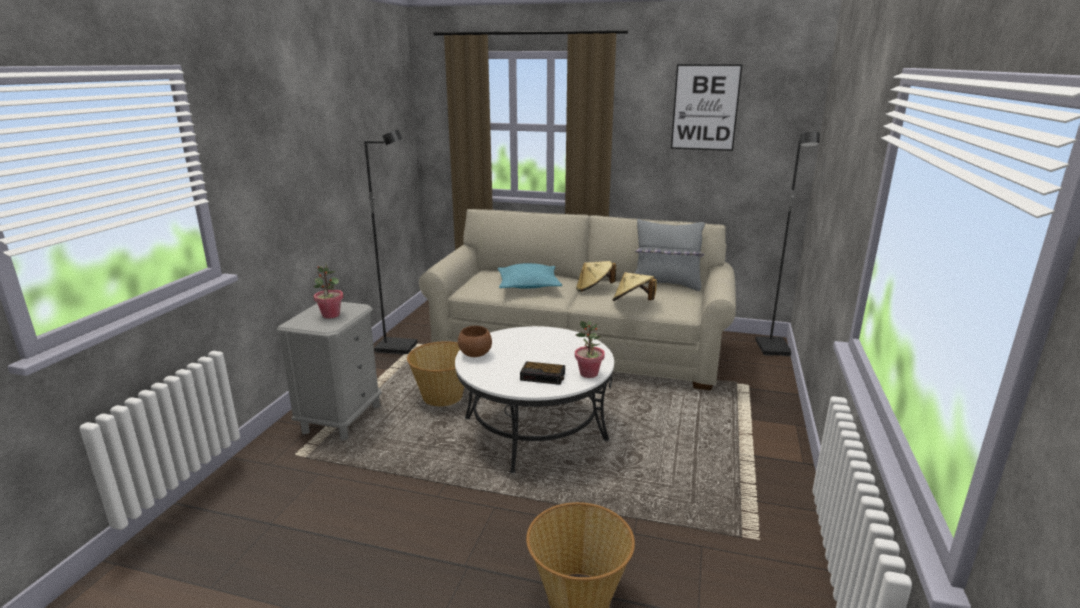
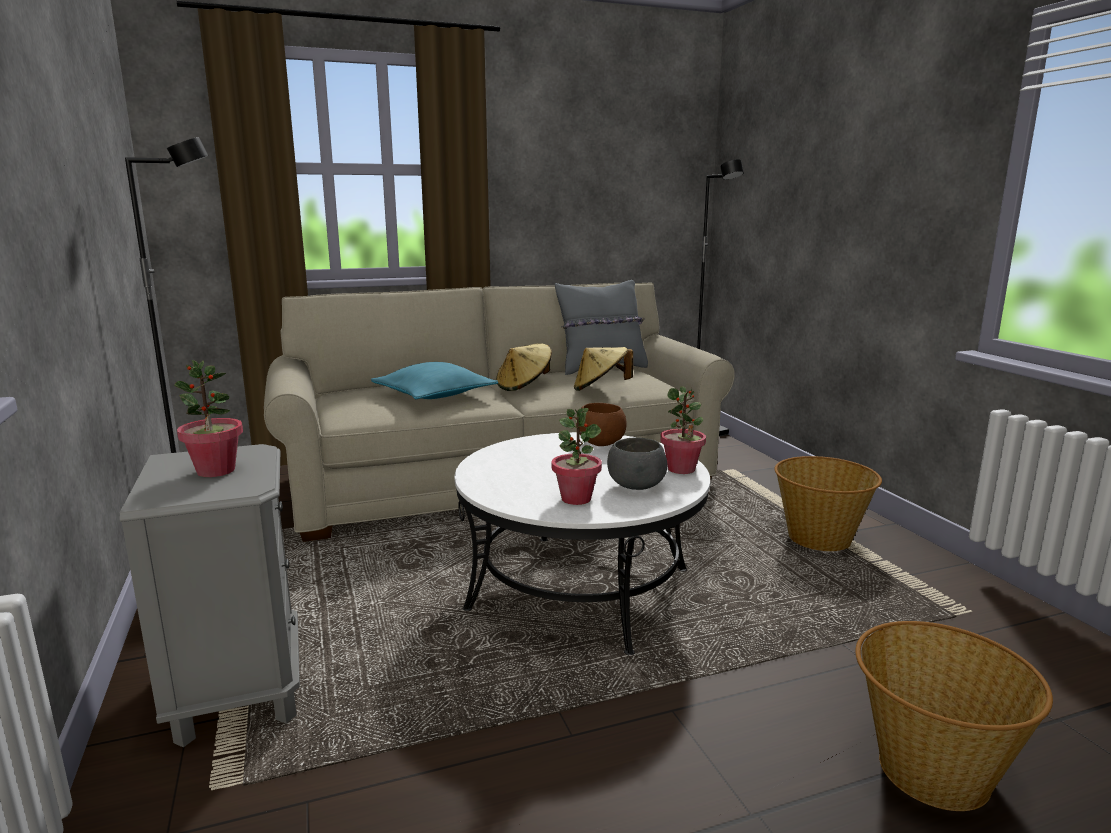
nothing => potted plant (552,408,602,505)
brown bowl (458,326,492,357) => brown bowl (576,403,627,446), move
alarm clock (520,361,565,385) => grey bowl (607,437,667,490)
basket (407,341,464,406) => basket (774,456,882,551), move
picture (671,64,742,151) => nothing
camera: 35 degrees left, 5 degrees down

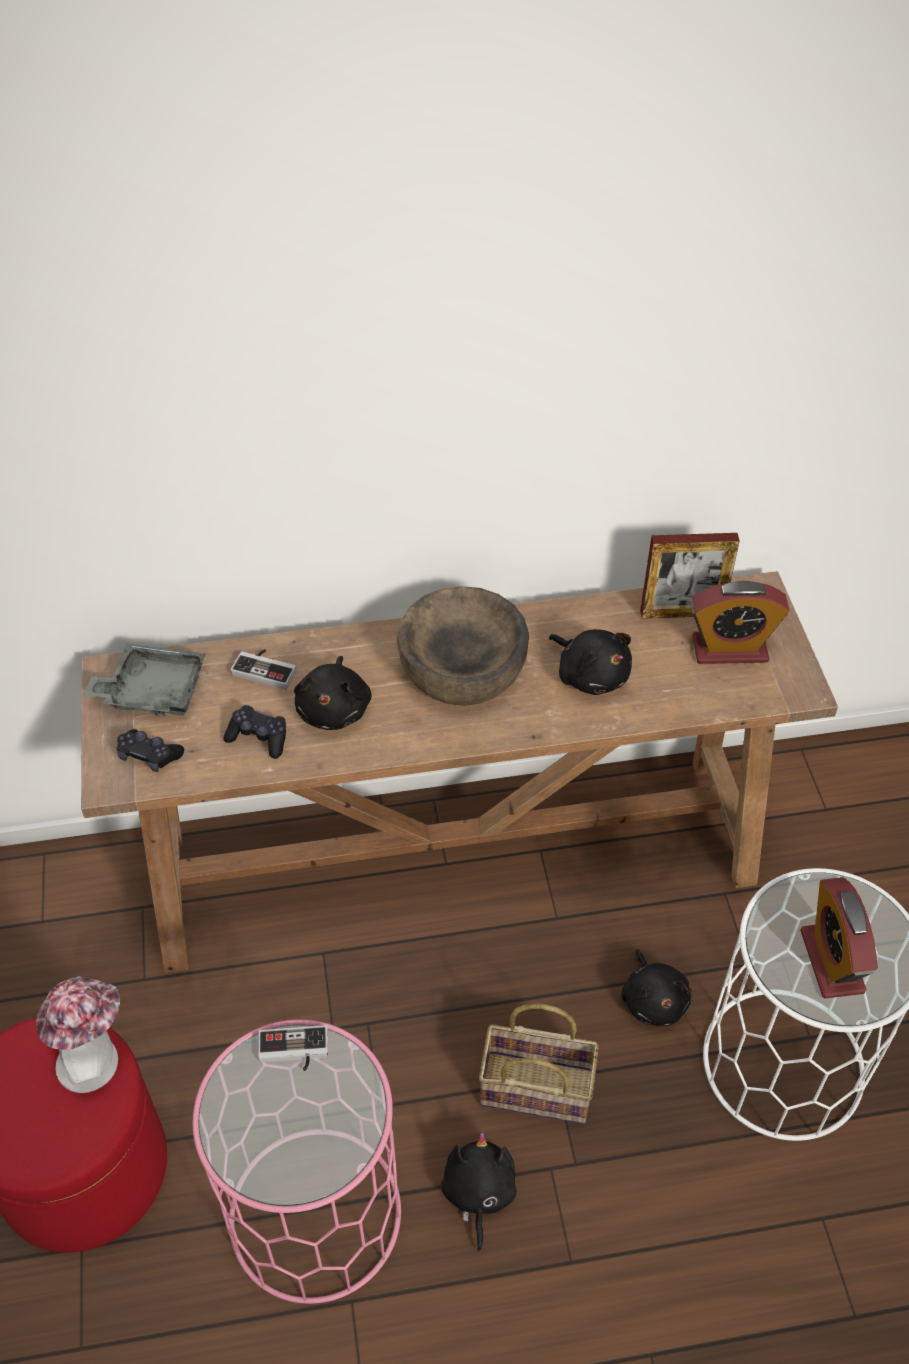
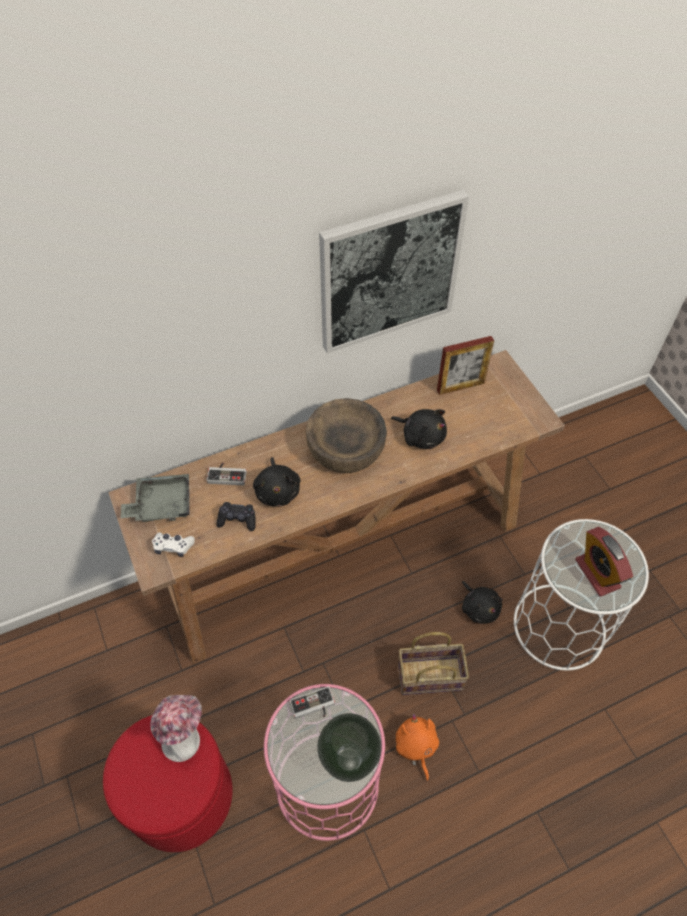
black game controller (116,729,184,772) => white game controller (152,532,195,557)
nothing => vase (317,713,382,782)
nothing => picture (319,190,469,353)
black plush toy (441,1133,517,1252) => orange plush toy (396,714,439,781)
alarm clock (691,581,789,664) => nothing
camera: 15 degrees left, 5 degrees up

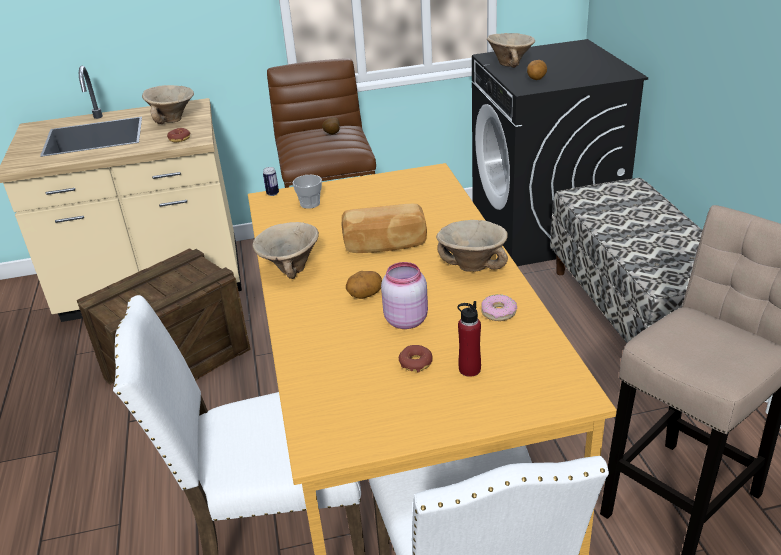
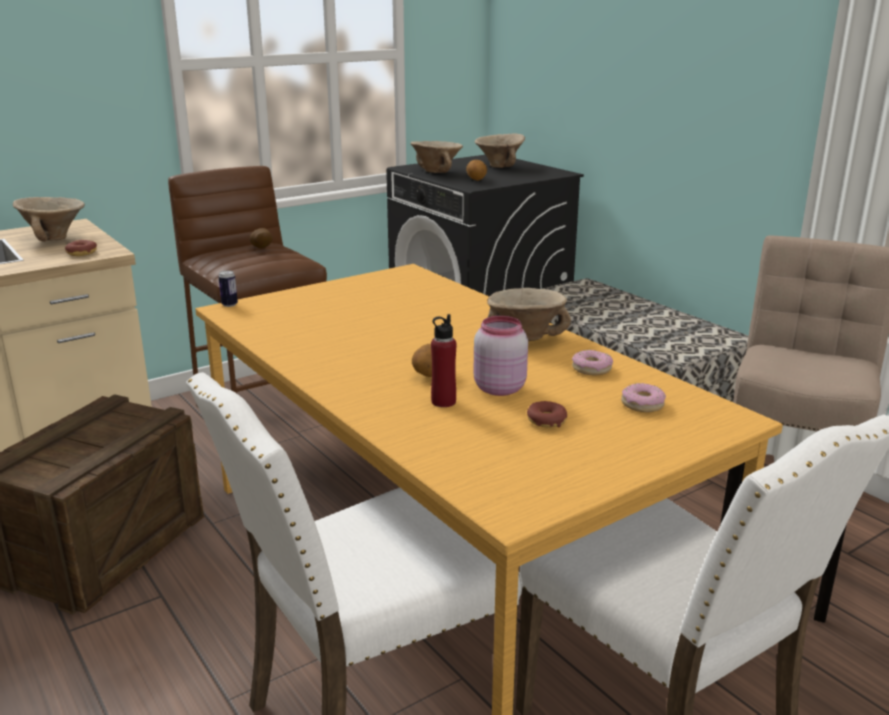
red bottle (457,301,481,377) => red bottle (431,314,456,407), move
beige bowl (252,222,319,279) => beige bowl (475,133,525,168), move
nothing => donut (621,383,666,412)
cup (293,175,322,209) => nothing
bread (342,204,427,253) => nothing
camera: 25 degrees left, 10 degrees down

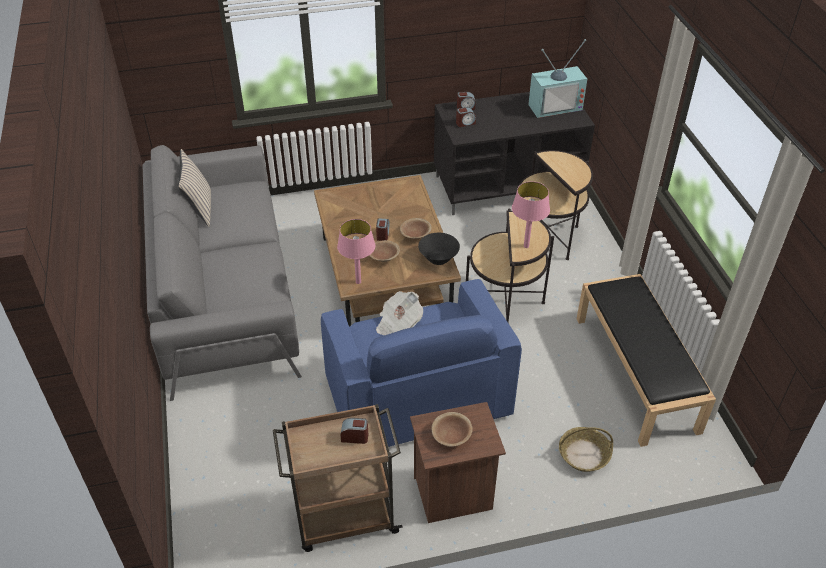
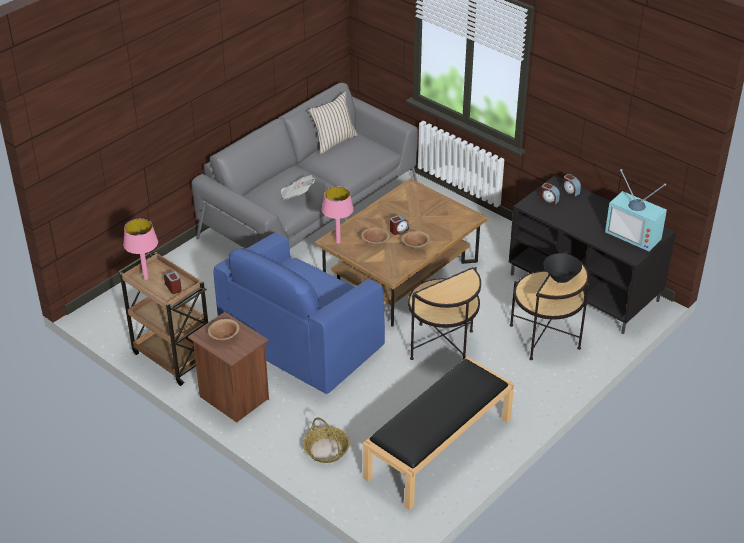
pink table lamp (512,182,550,248) => pink table lamp (123,219,158,280), move
newspaper (376,291,423,335) => newspaper (281,175,315,200), move
black bowl (418,233,460,265) => black bowl (543,253,582,283), move
camera: 55 degrees right, 5 degrees down

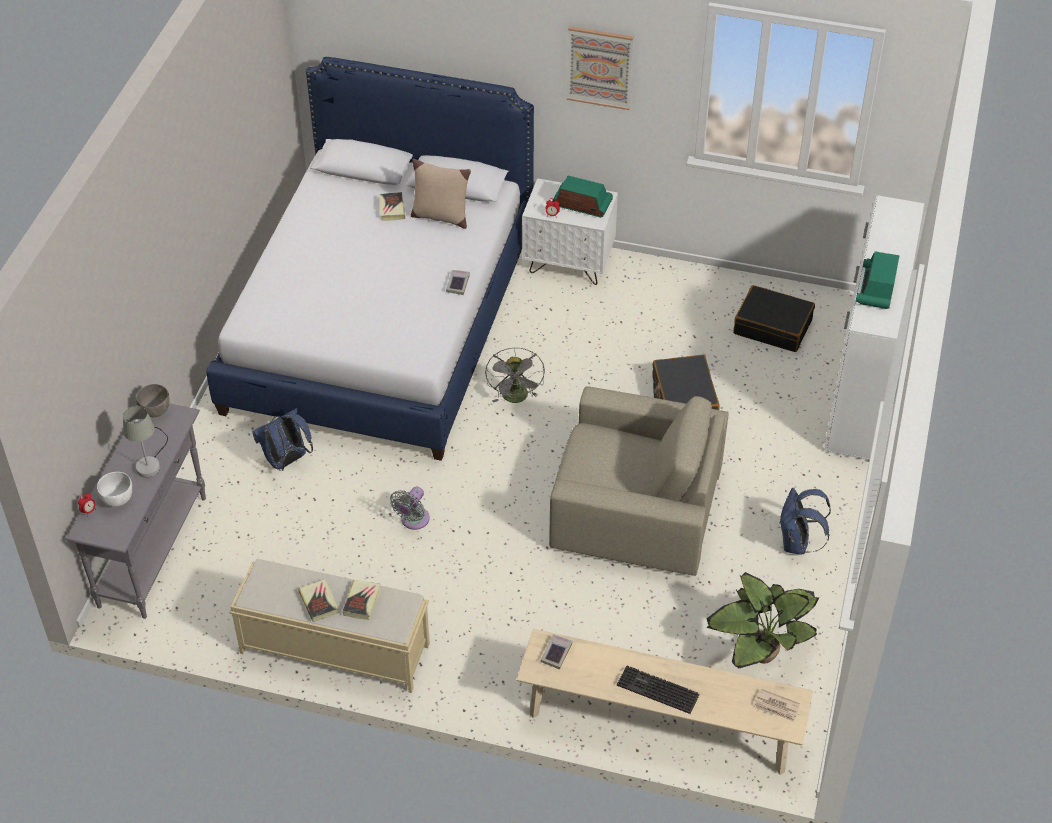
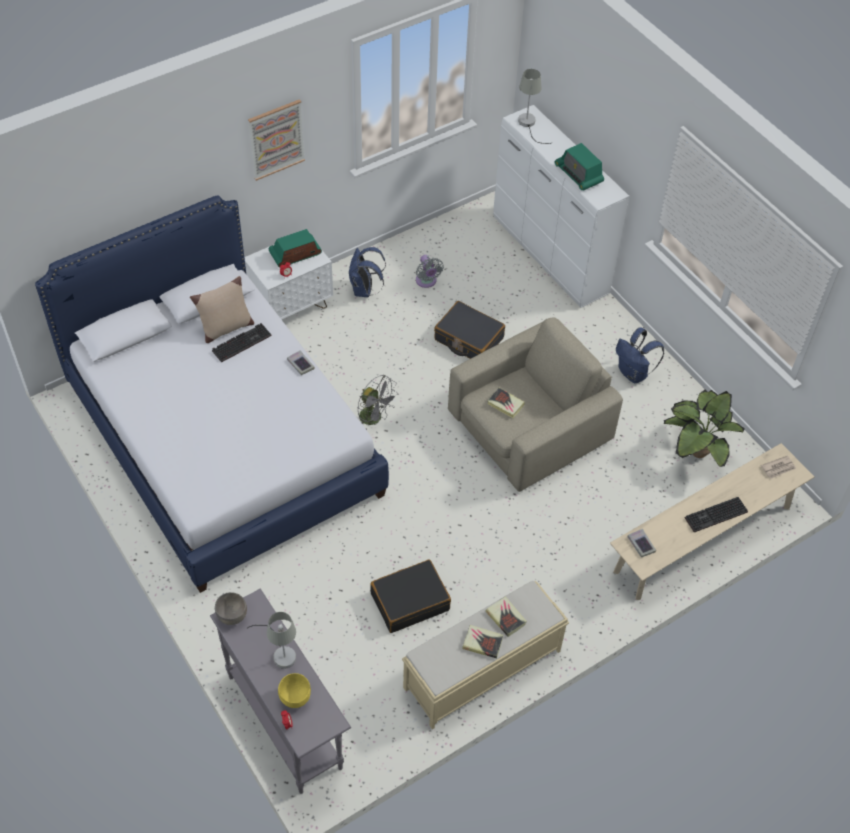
nothing => keyboard (212,323,272,362)
white bowl (97,472,132,507) => yellow bowl (278,673,311,708)
blue backpack (252,408,313,471) => blue backpack (348,247,386,297), move
black suitcase (733,285,815,352) => black suitcase (370,559,451,633), move
grey fan (390,486,430,530) => grey fan (416,255,444,288), move
book (379,192,405,221) => book (488,388,525,418), move
nothing => grey table lamp (518,69,551,144)
camera: 50 degrees left, 5 degrees up

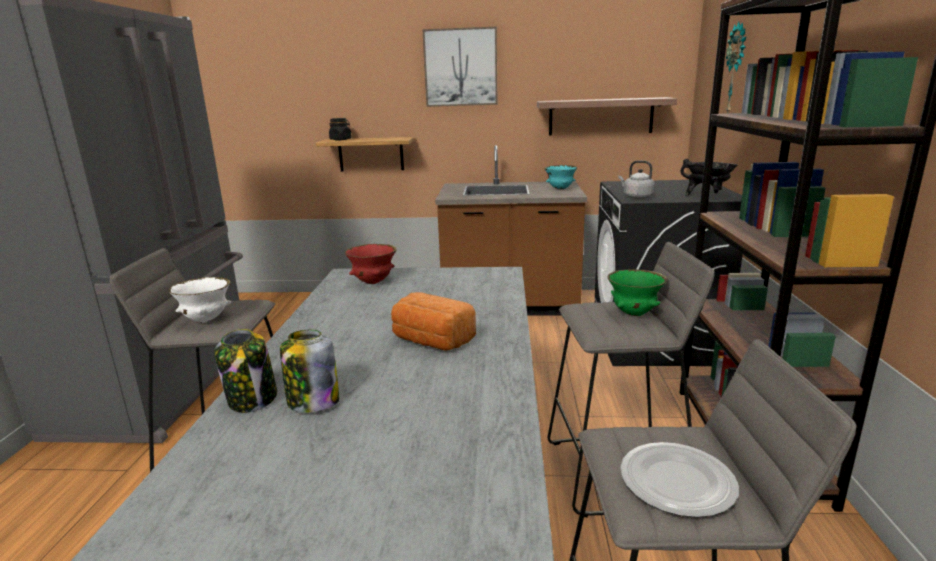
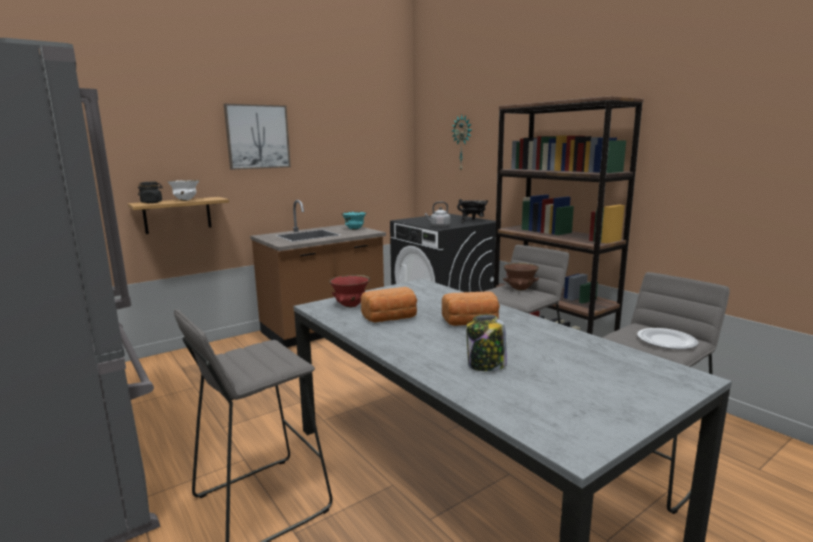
white bowl (169,277,232,323) => white bowl (167,180,200,201), move
nothing => bread (361,287,417,323)
green bowl (608,269,668,316) => brown bowl (503,263,539,290)
jar (214,329,277,413) => nothing
shelf (537,97,677,135) => nothing
camera: 40 degrees left, 5 degrees down

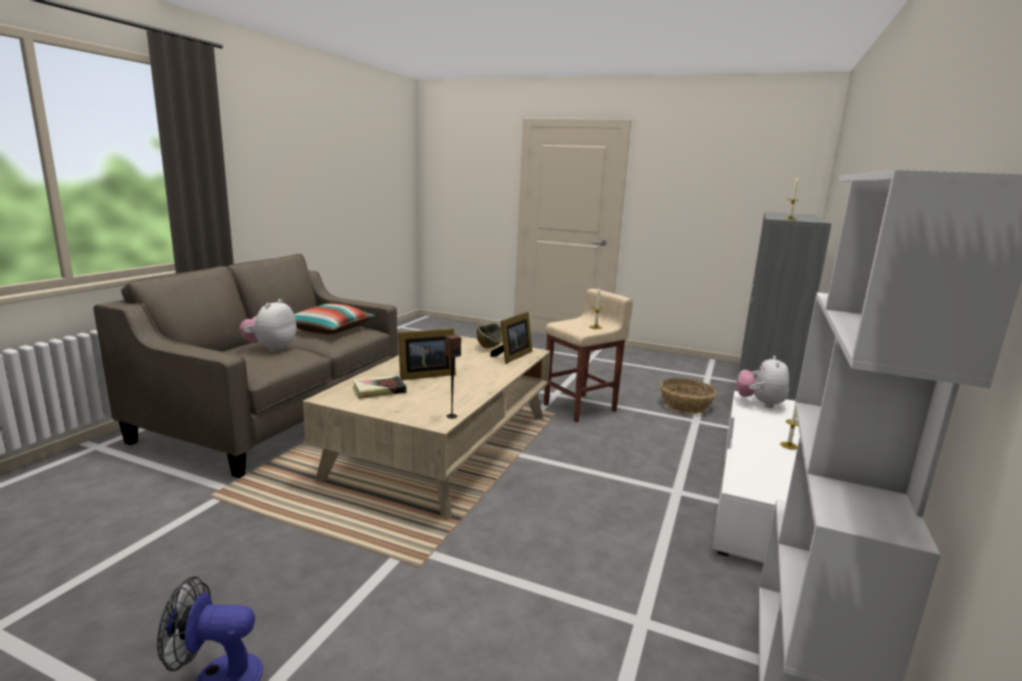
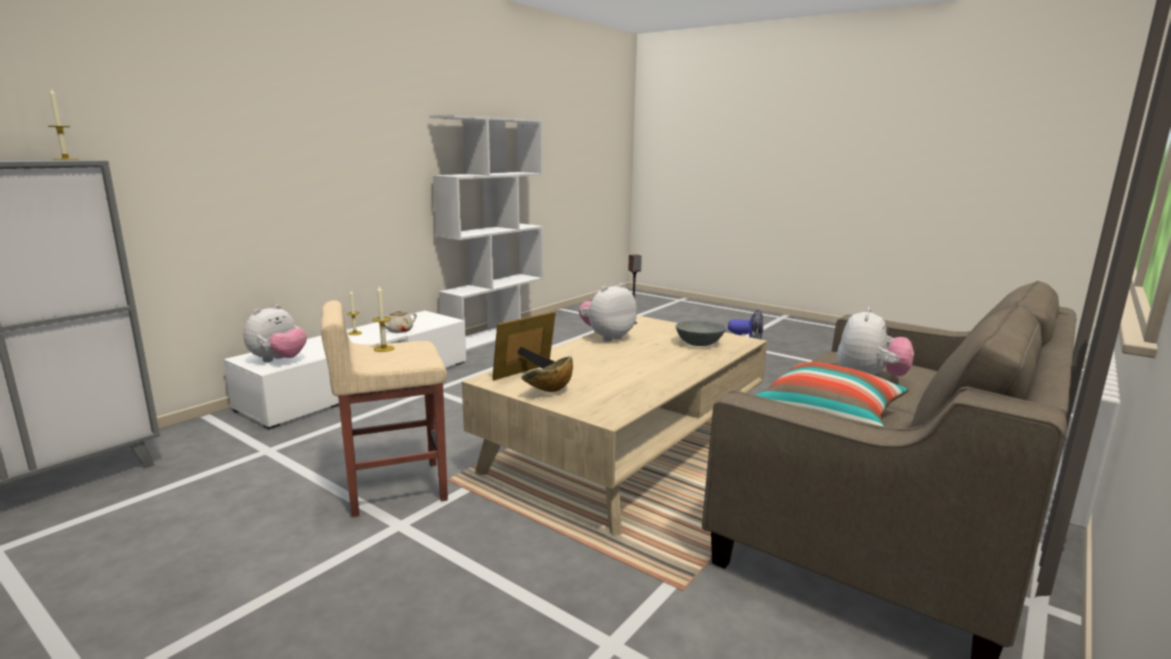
nothing => beige teapot (385,310,417,333)
nothing => plush toy (579,283,637,342)
book (353,375,407,399) => grey bowl (676,320,726,346)
picture frame (398,329,456,380) => nothing
basket (660,378,716,414) => nothing
camera: 165 degrees left, 0 degrees up

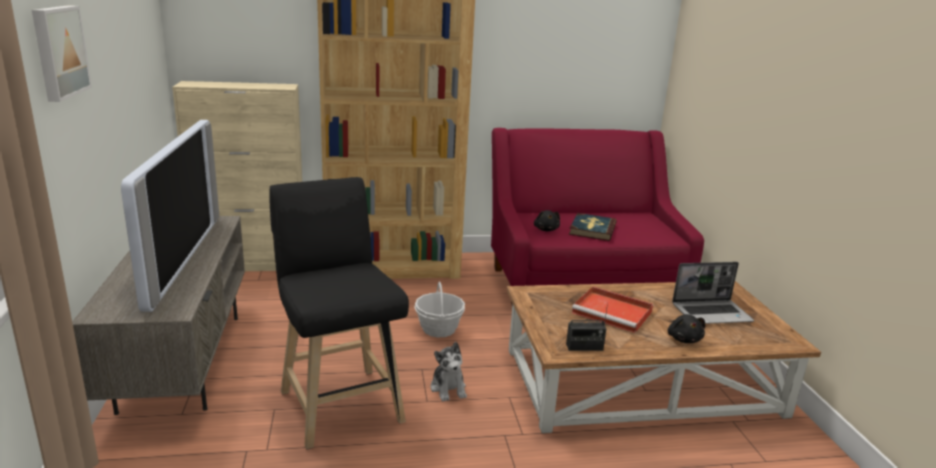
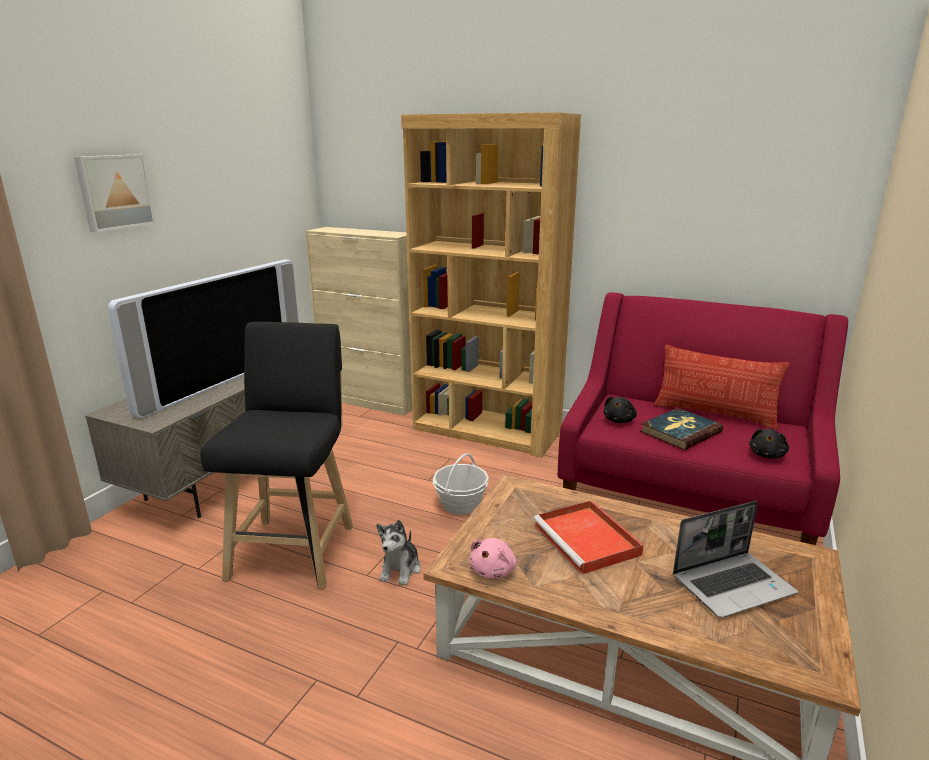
radio (566,303,608,351) => pink plush toy (469,538,517,578)
nothing => pillow (654,345,790,429)
laptop (672,262,754,324) => laptop (673,501,798,618), 45 degrees counterclockwise
black plush toy (668,314,705,343) => black plush toy (749,429,789,458), move
camera: 35 degrees right, 0 degrees up

